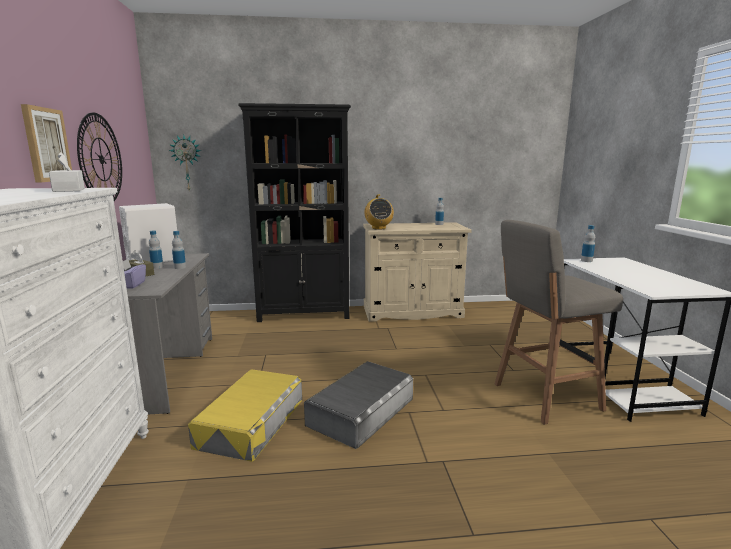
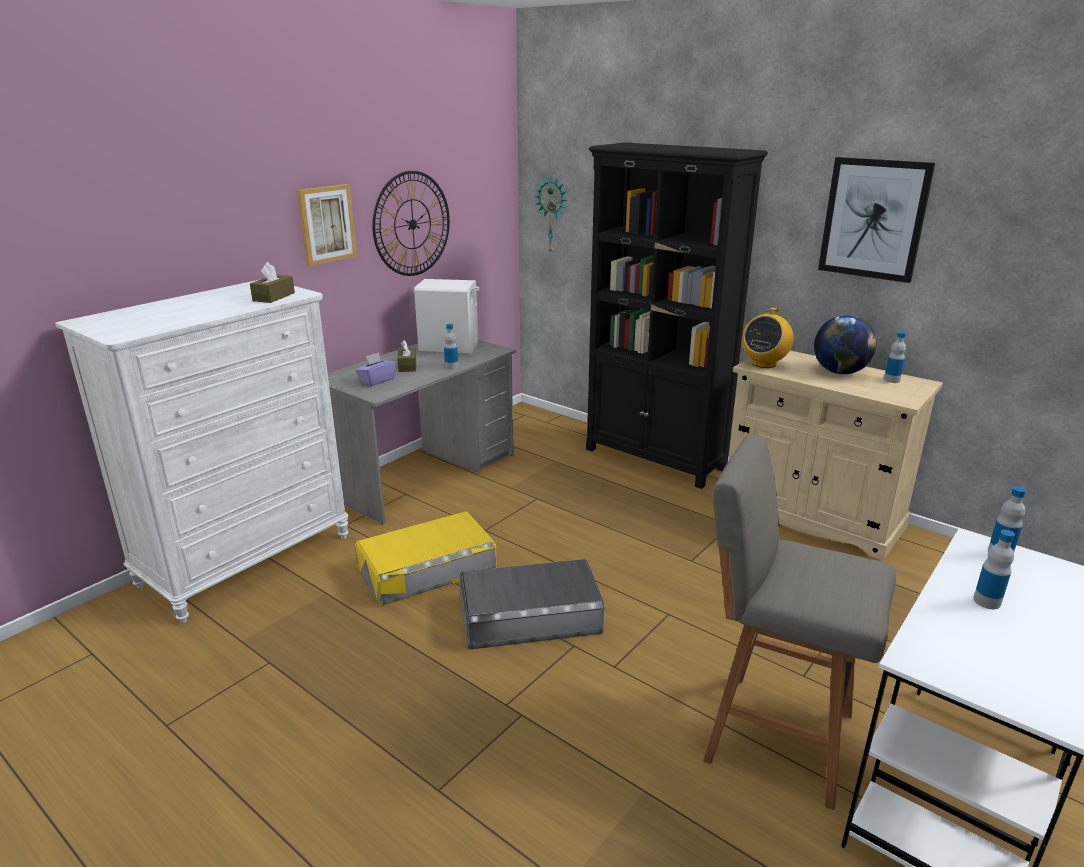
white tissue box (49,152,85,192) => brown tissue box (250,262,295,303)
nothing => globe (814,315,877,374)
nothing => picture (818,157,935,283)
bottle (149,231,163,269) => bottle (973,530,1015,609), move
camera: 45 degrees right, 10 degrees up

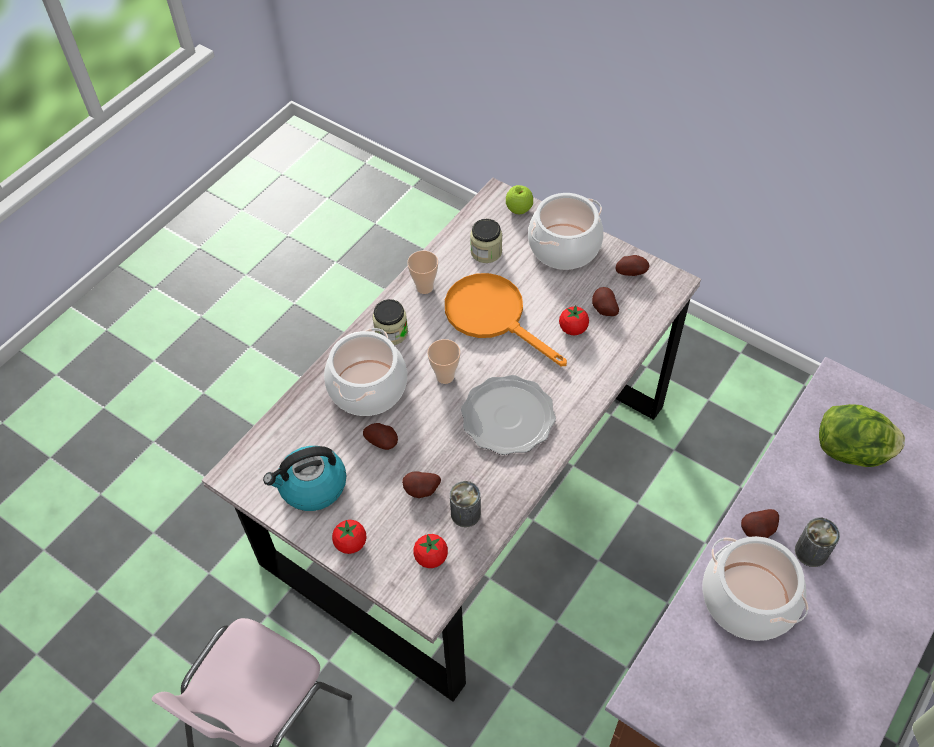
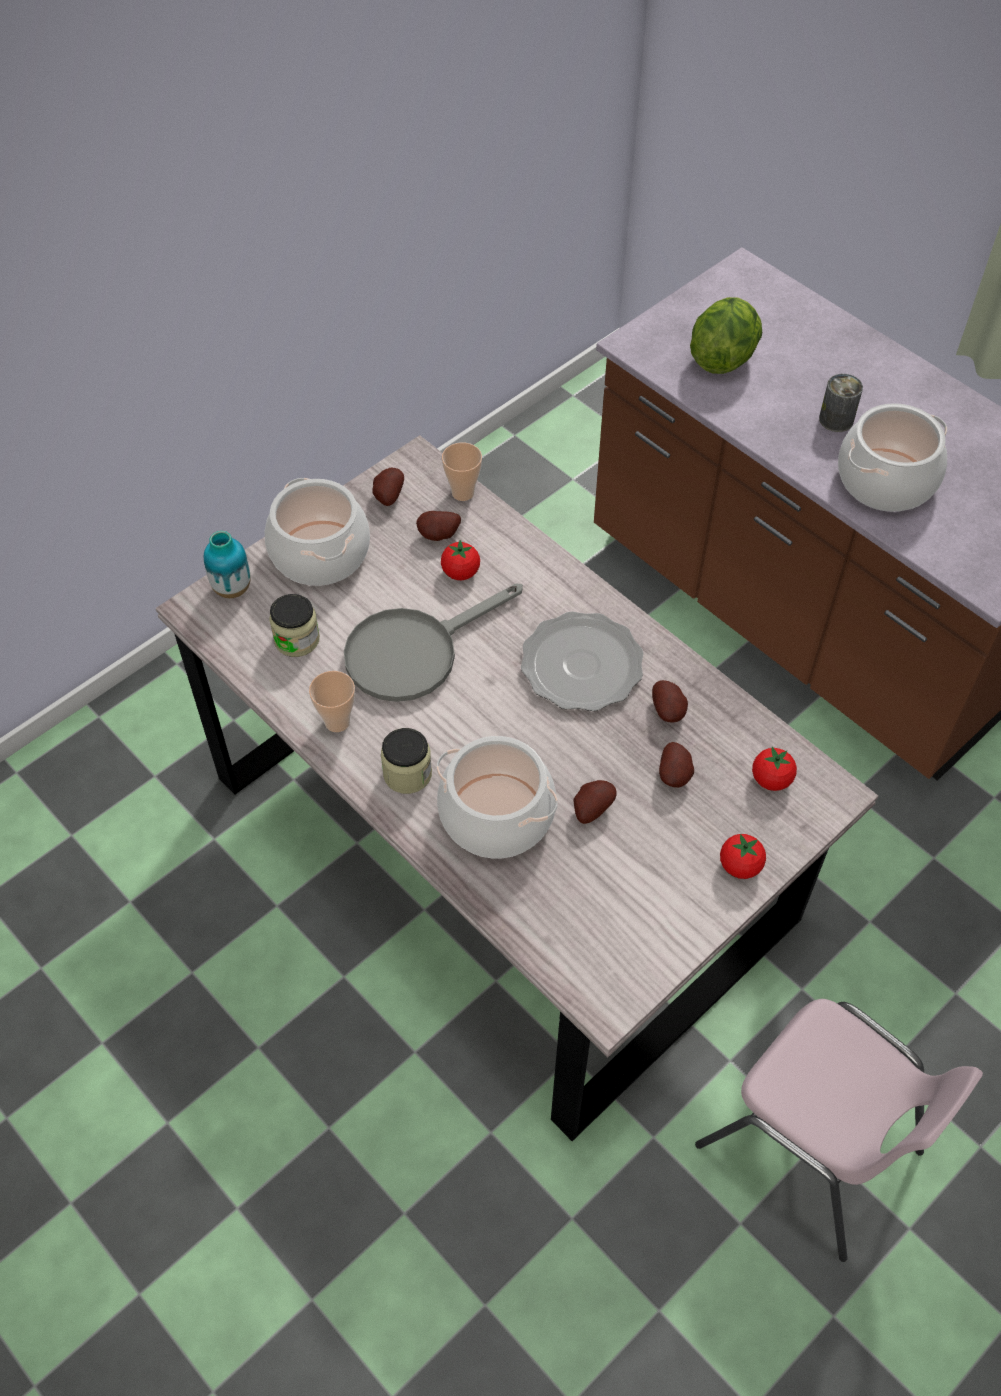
apple (506,185,533,214) => vase (204,531,250,598)
orange frying pan (445,273,567,366) => grey frying pan (344,584,523,702)
cup (427,339,460,384) => cup (442,442,482,501), move
potato (741,509,779,538) => potato (652,680,688,723), move
kettle (263,446,346,511) => nothing
can (450,481,481,527) => nothing
camera: 80 degrees left, 0 degrees up

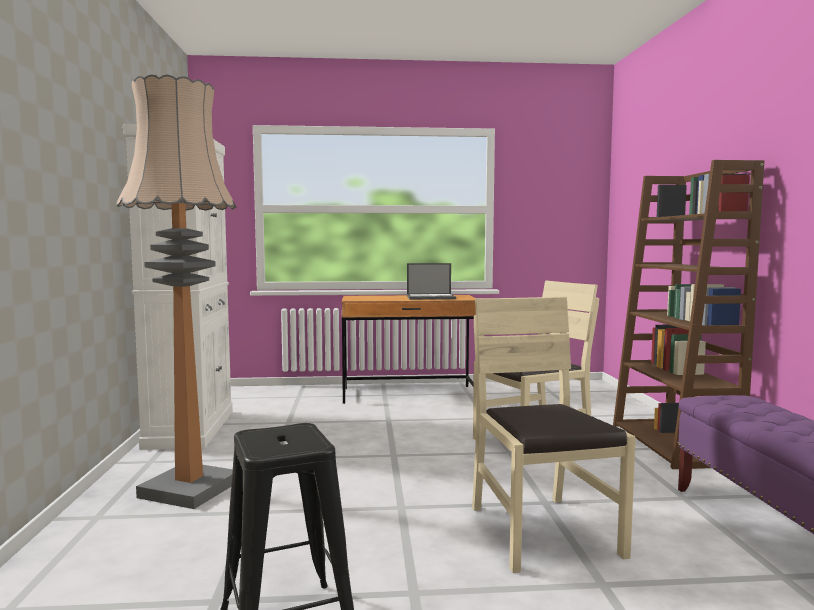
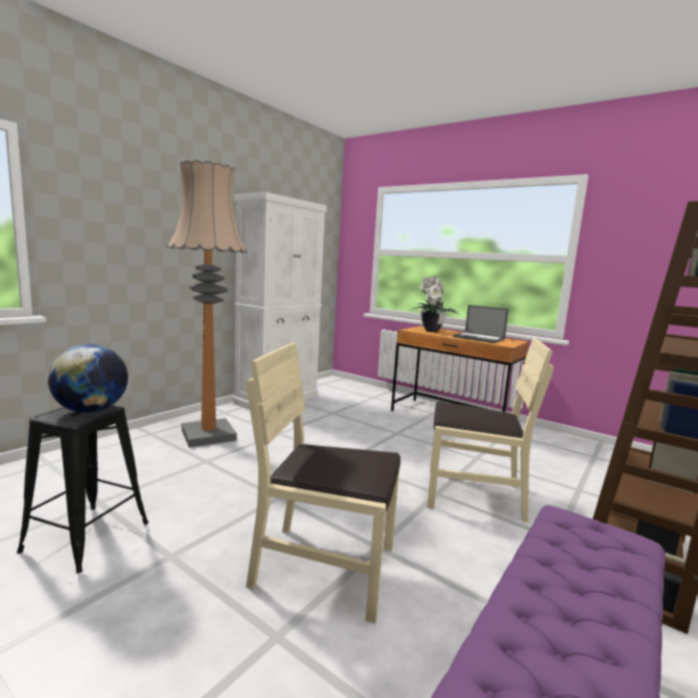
nothing => globe (48,344,128,413)
beige chair (472,296,636,573) => beige chair (246,342,401,623), 105 degrees counterclockwise
nothing => potted plant (409,276,459,332)
camera: 40 degrees right, 5 degrees up

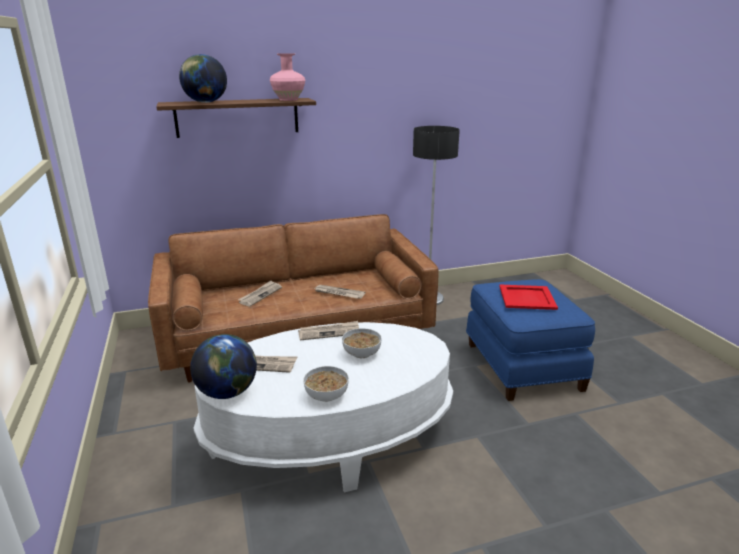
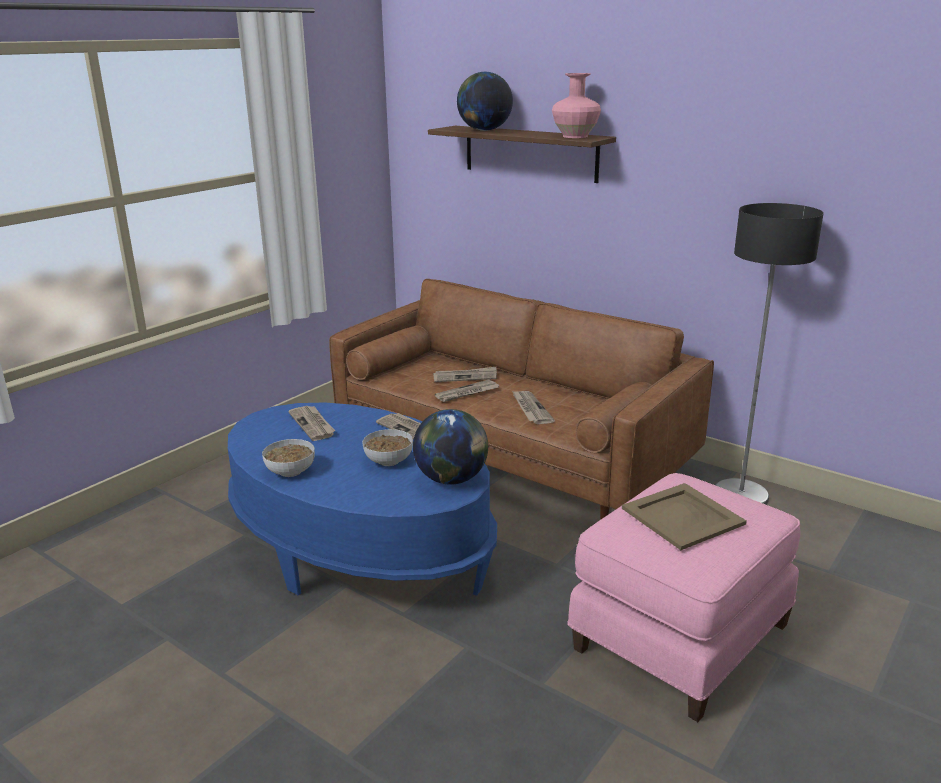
white coffee table (193,322,453,492) => blue coffee table (228,402,497,596)
globe (190,334,257,399) => globe (413,409,488,485), move
nothing => newspaper (435,380,499,402)
blue ottoman (466,279,595,401) => pink ottoman (568,473,801,722)
red tray (499,285,558,310) => beige tray (622,483,747,550)
camera: 55 degrees right, 0 degrees up

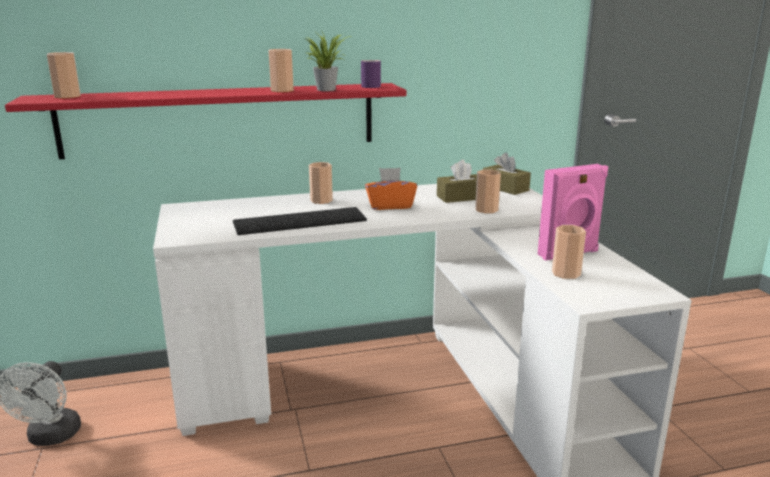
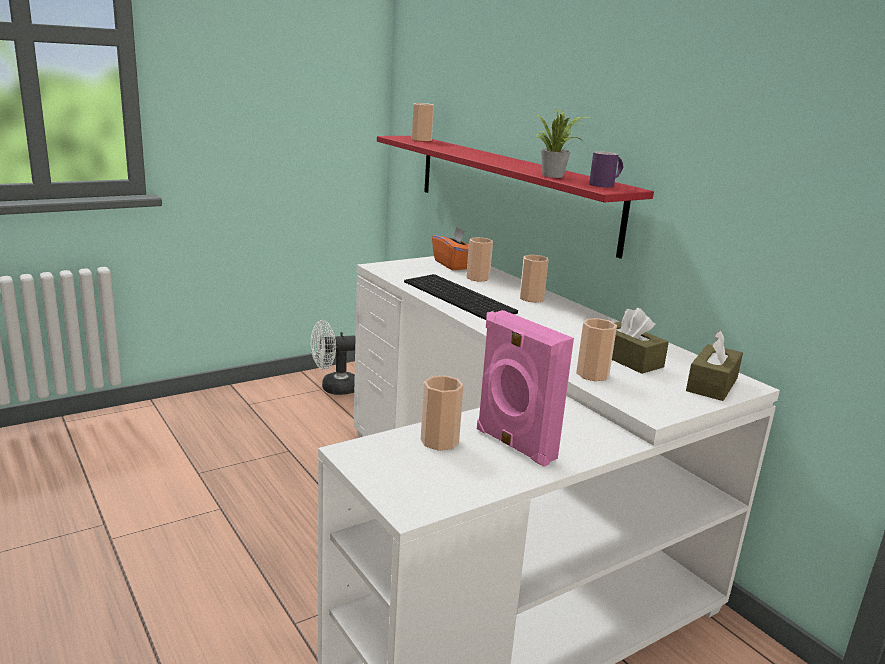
orange tissue box (365,168,417,210) => orange tissue box (432,227,469,270), move
cup (269,49,294,92) => cup (466,237,493,282), move
camera: 70 degrees right, 0 degrees up

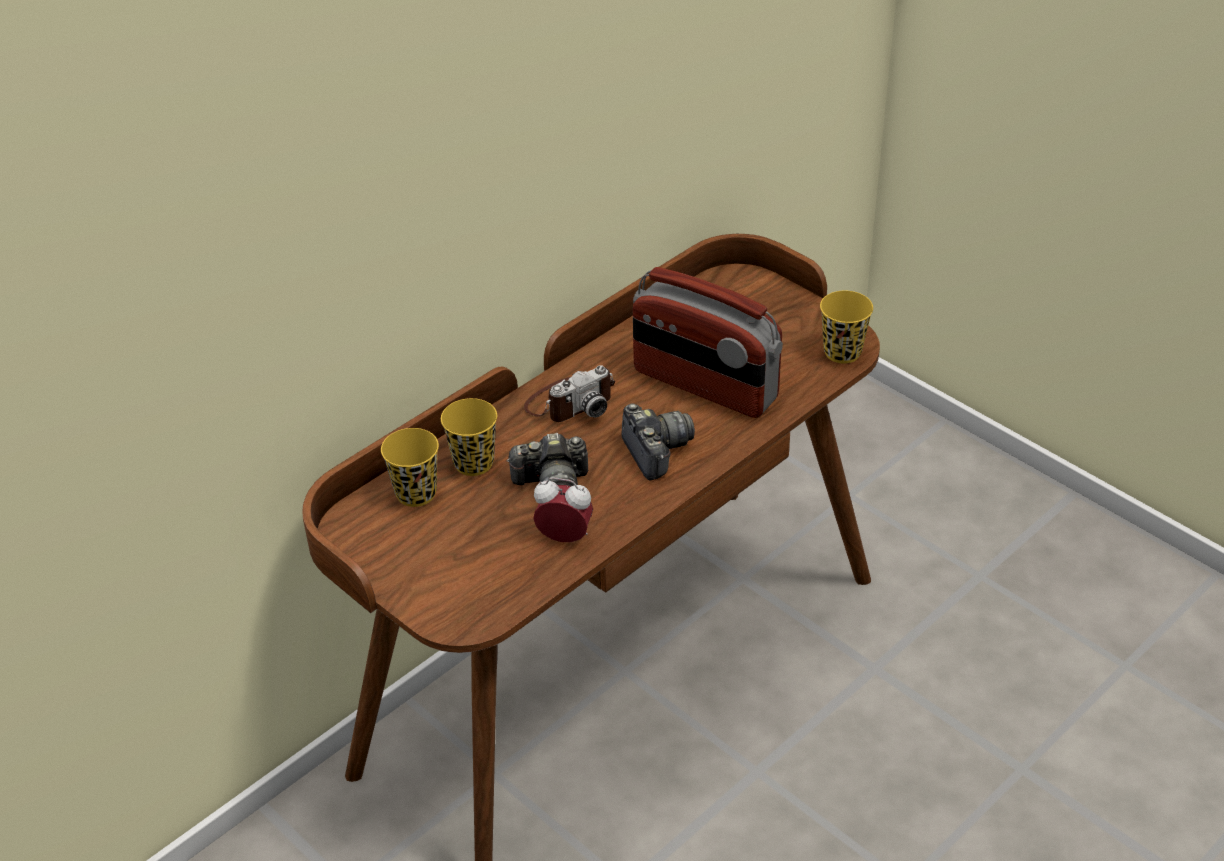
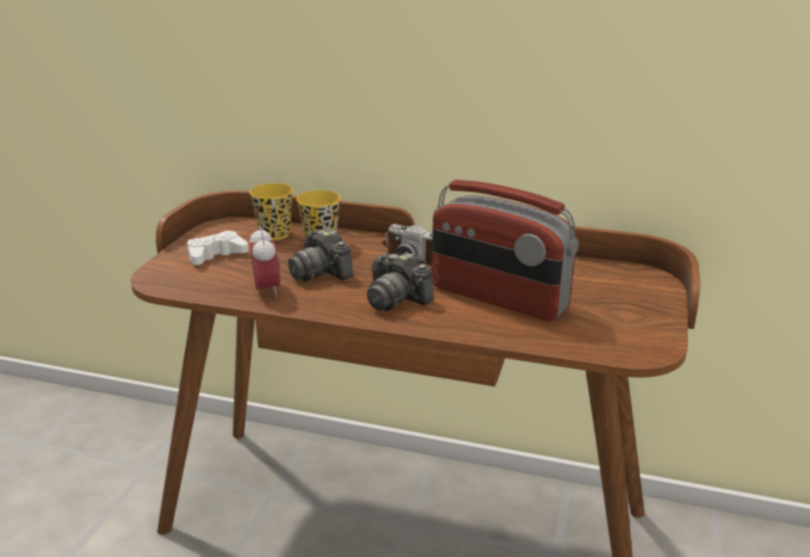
nothing => white game controller (187,231,249,265)
photo camera (621,403,695,481) => photo camera (367,252,433,311), 90 degrees clockwise
radio (633,267,783,418) => radio (432,180,579,321), 60 degrees counterclockwise
yellow cup (820,291,873,363) => nothing
camera: 60 degrees right, 15 degrees down

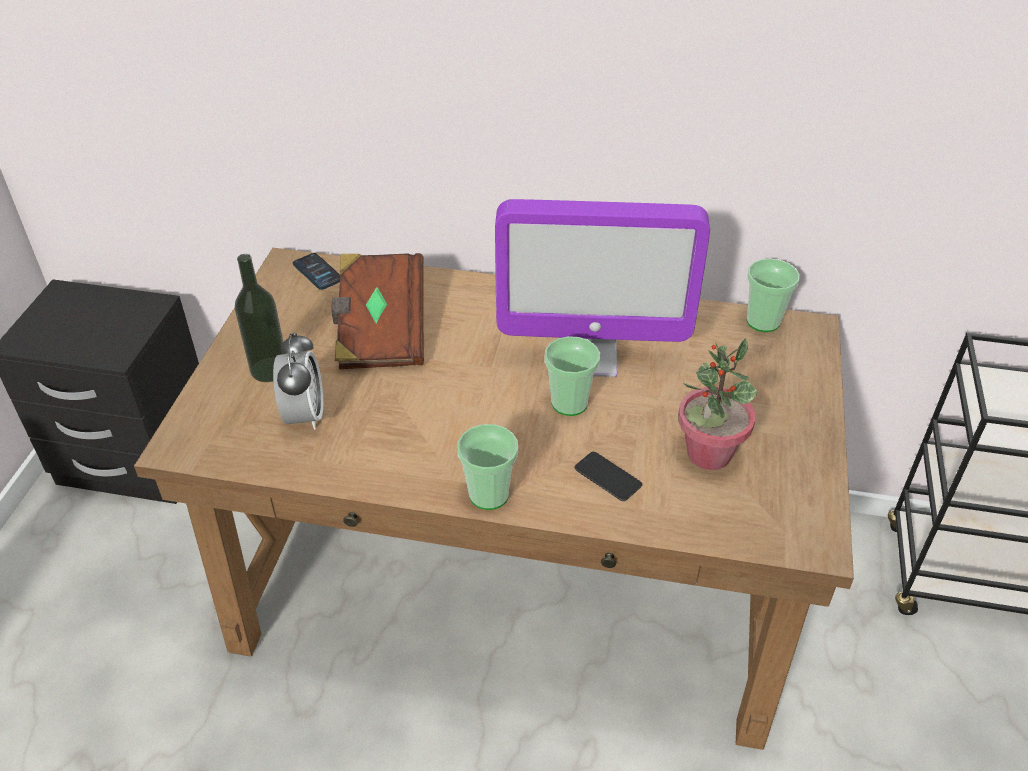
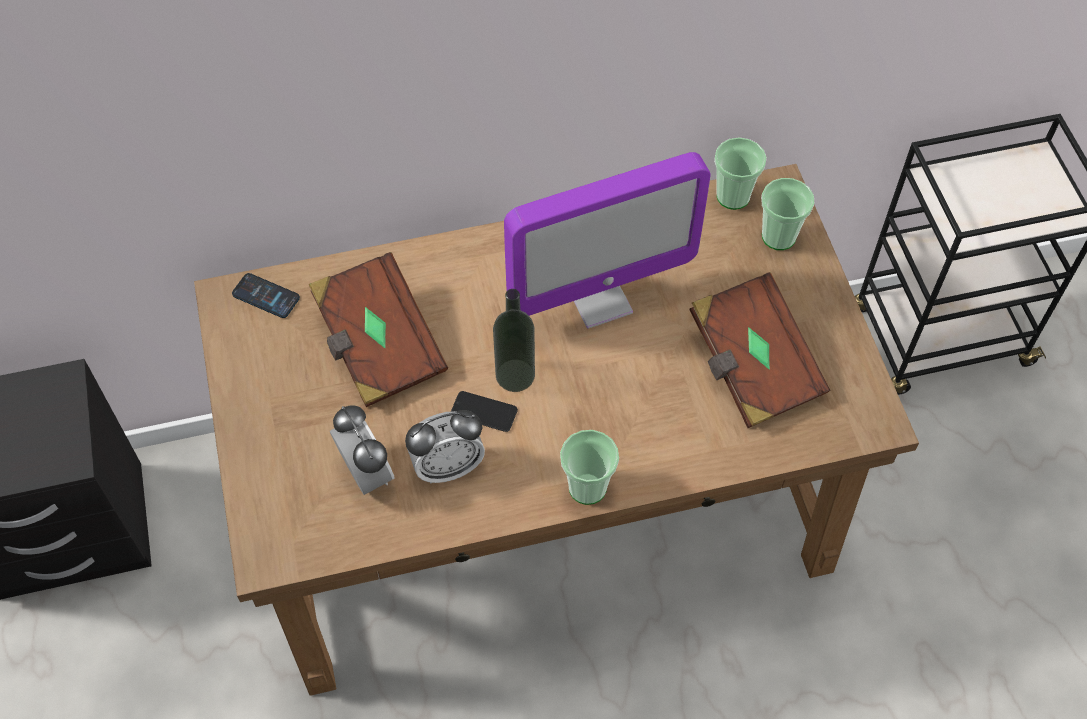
nothing => alarm clock (405,410,485,483)
phone (574,452,642,501) => phone (451,391,518,432), move
bottle (235,254,283,382) => bottle (493,289,535,392), move
potted plant (678,338,758,470) => brown book (689,272,830,428)
cup (544,336,600,416) => cup (761,178,814,250), move
camera: 25 degrees left, 15 degrees up

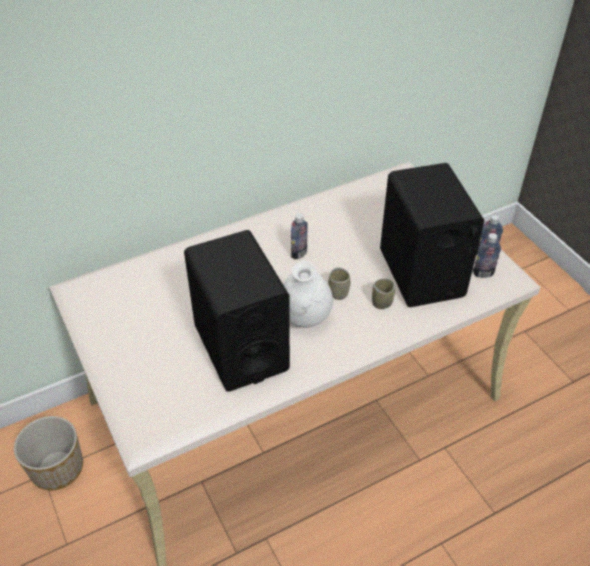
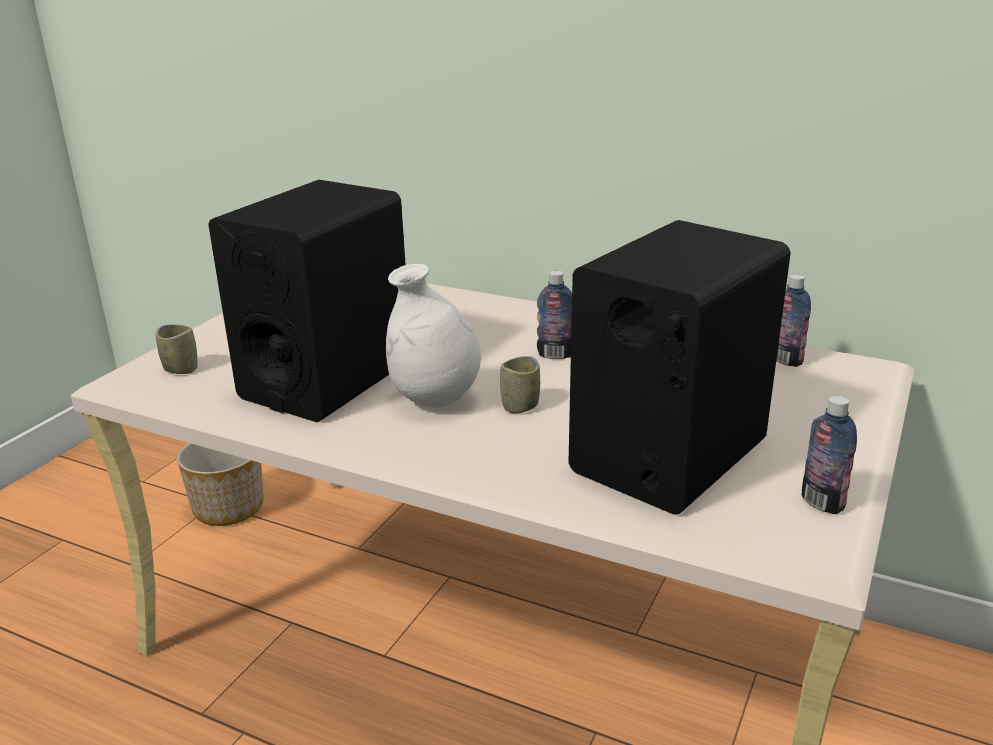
cup (372,278,395,309) => cup (156,324,198,374), move
bottle (473,233,501,278) => bottle (776,274,811,367), move
camera: 55 degrees right, 20 degrees down

